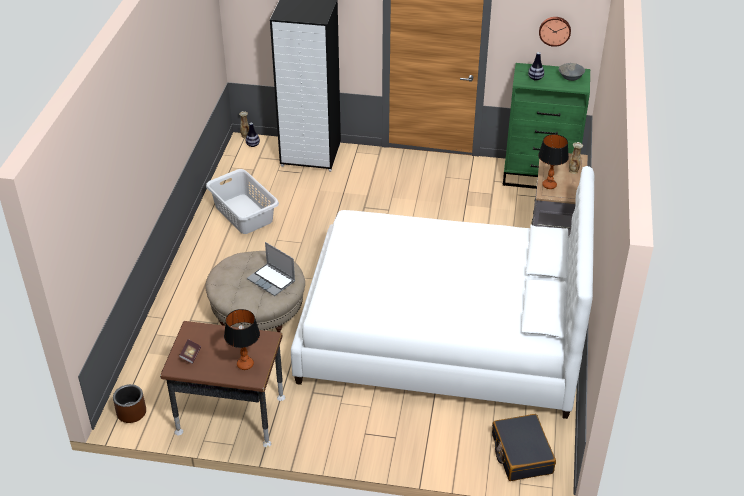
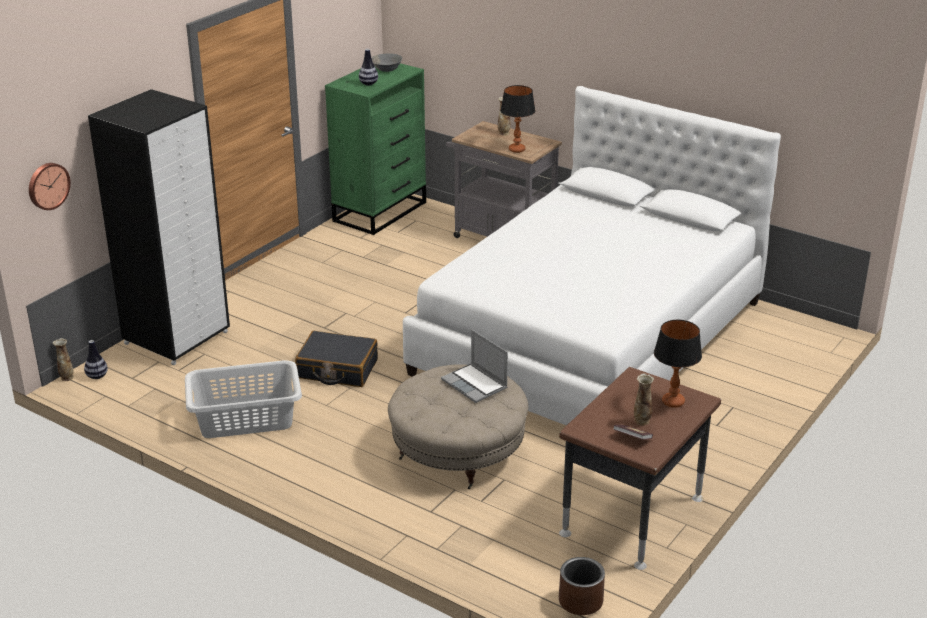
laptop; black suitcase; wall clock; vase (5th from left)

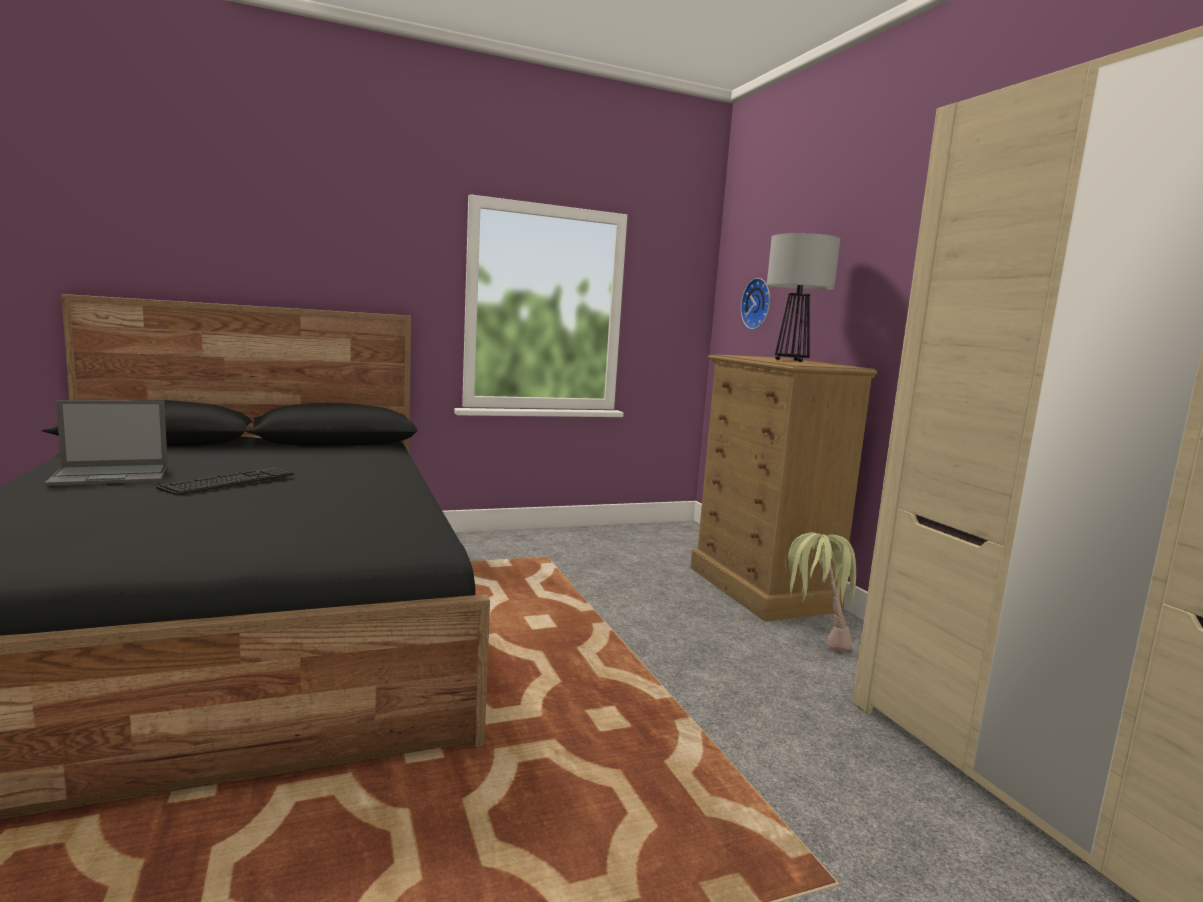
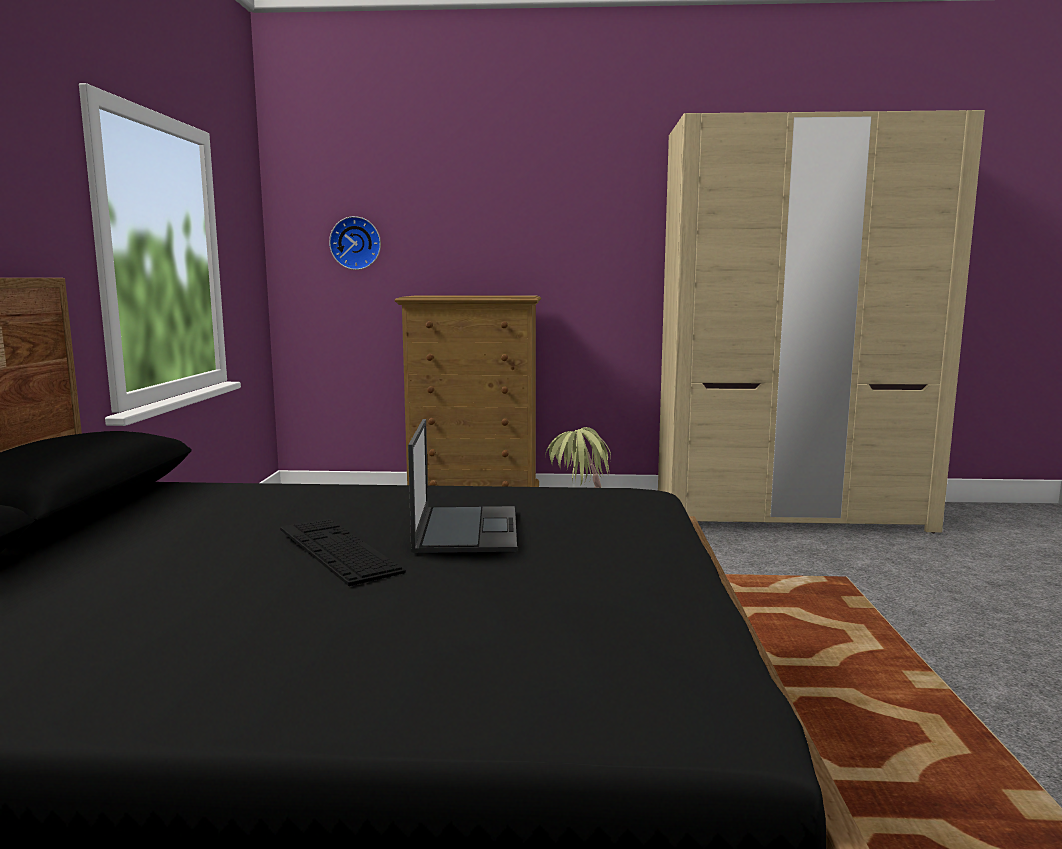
laptop; table lamp

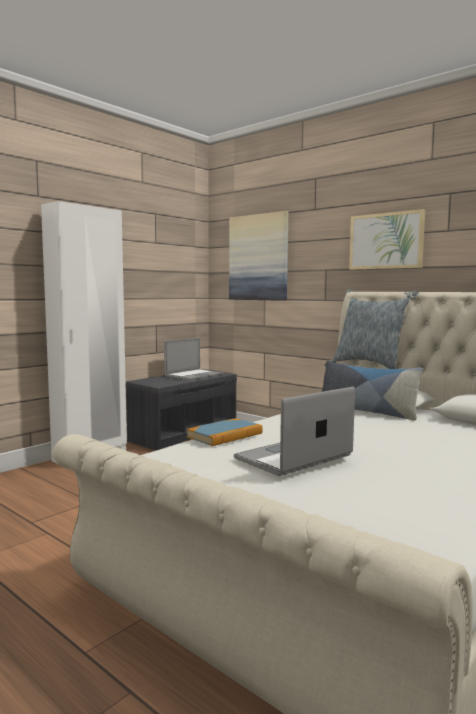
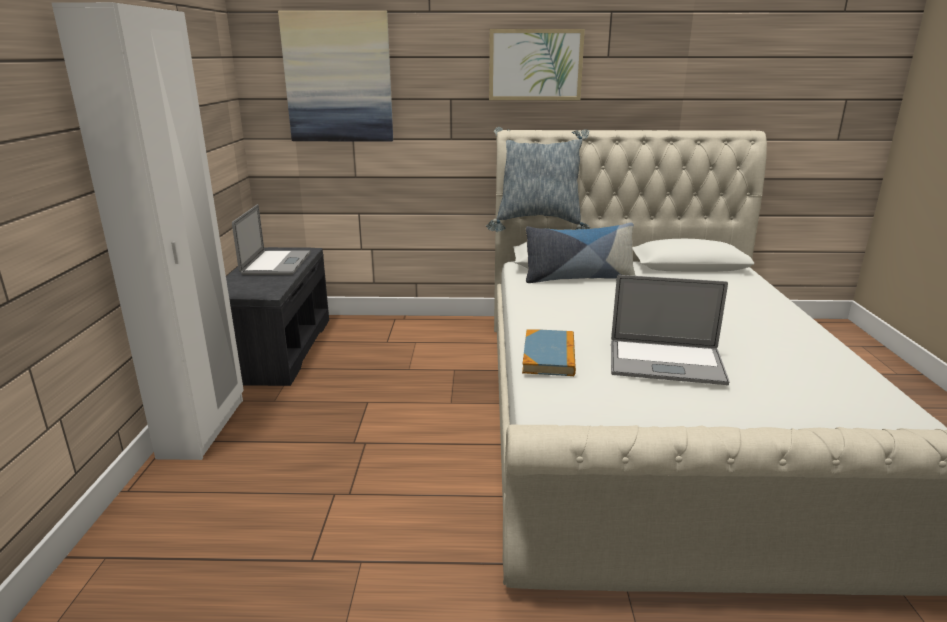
laptop (2nd from left)

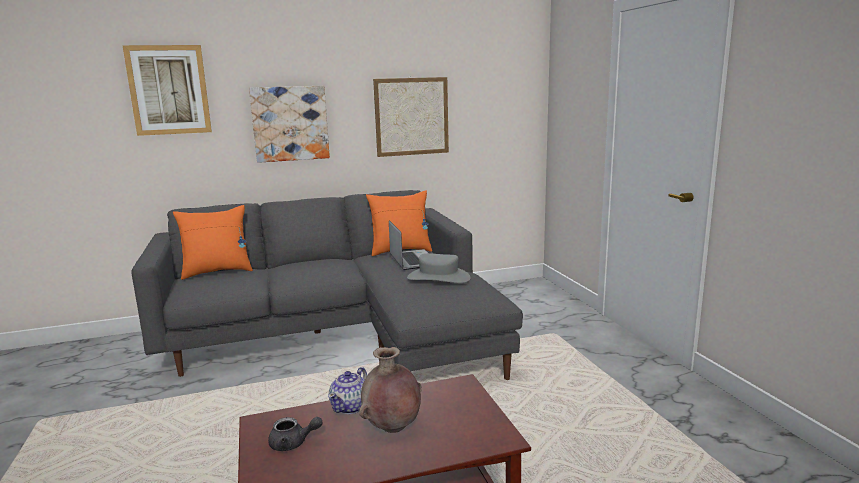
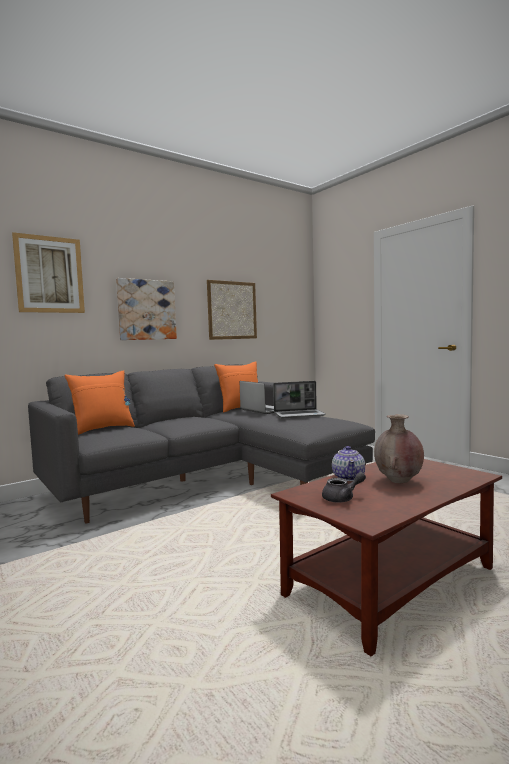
laptop (2nd from left)

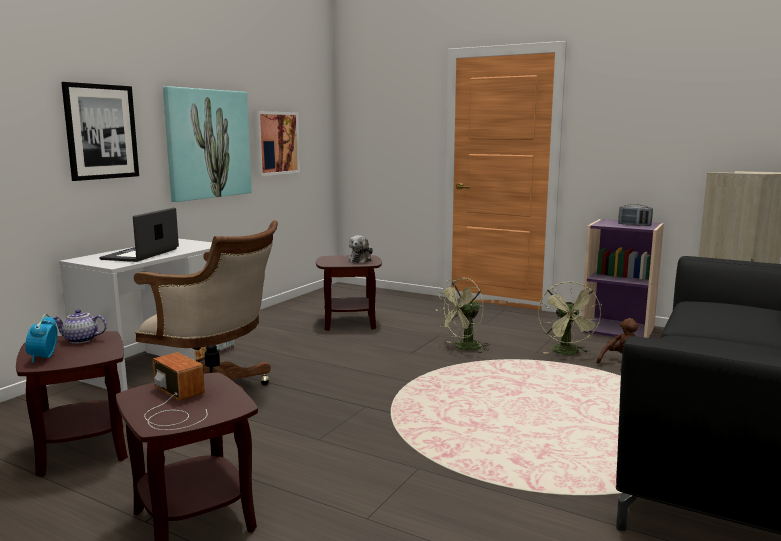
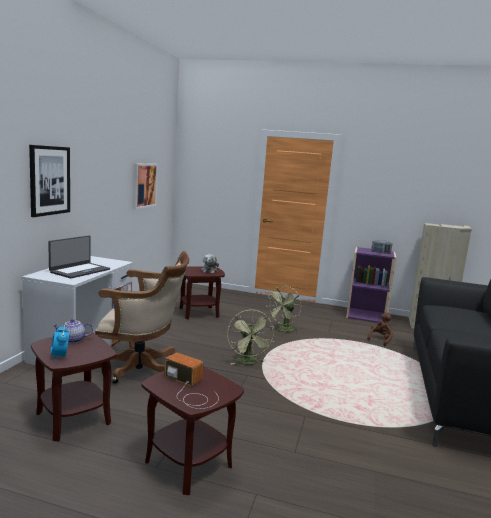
laptop; picture (2nd from left in the first image); green fan (1st from left)

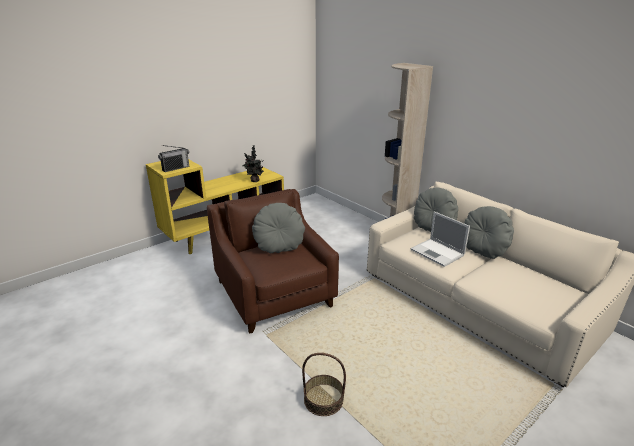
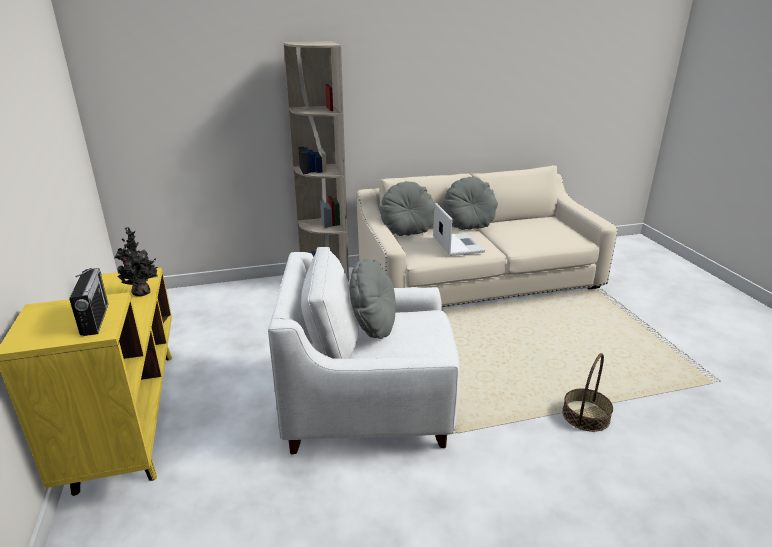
white armchair; laptop

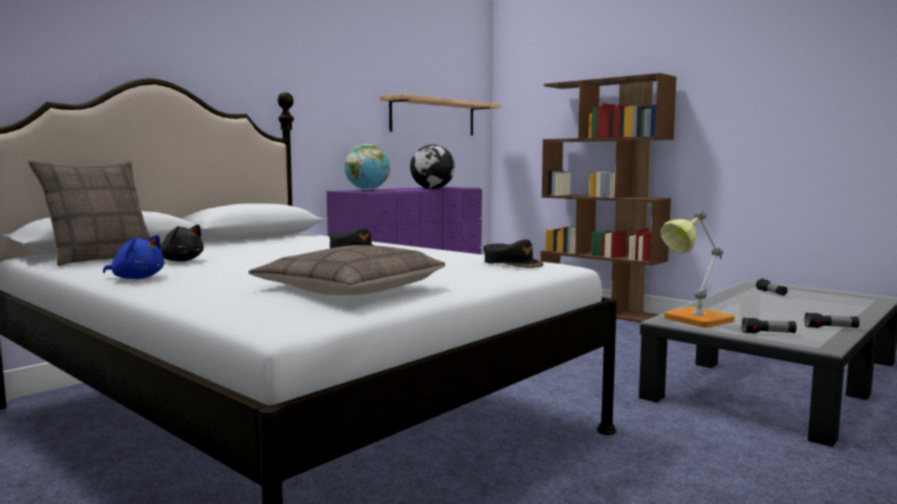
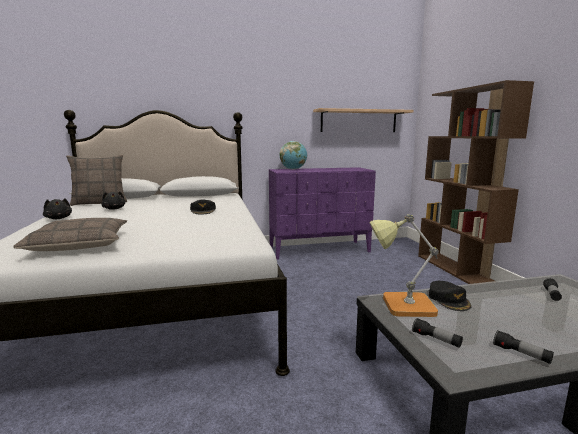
black plush toy (1st from left); globe (2nd from left in the first image); black cap (2nd from left)

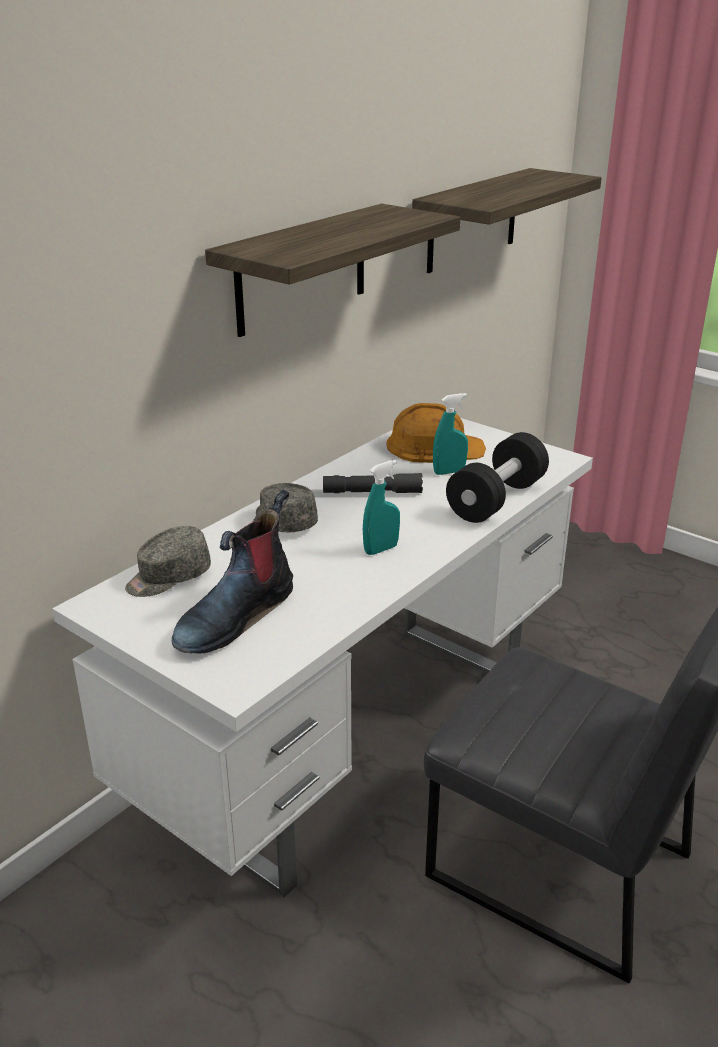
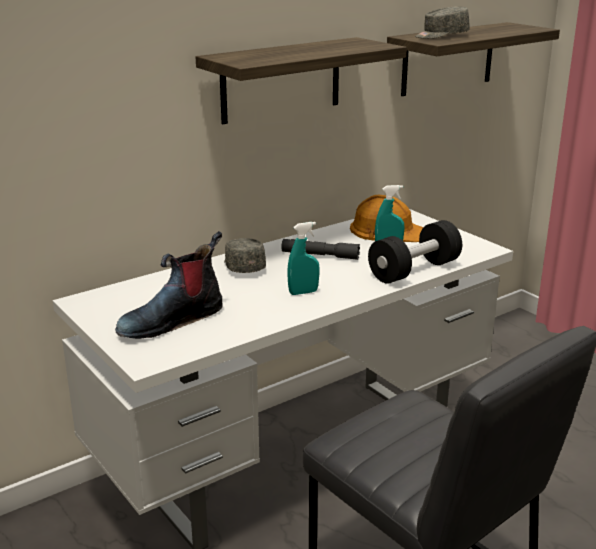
grey cap (2nd from left)

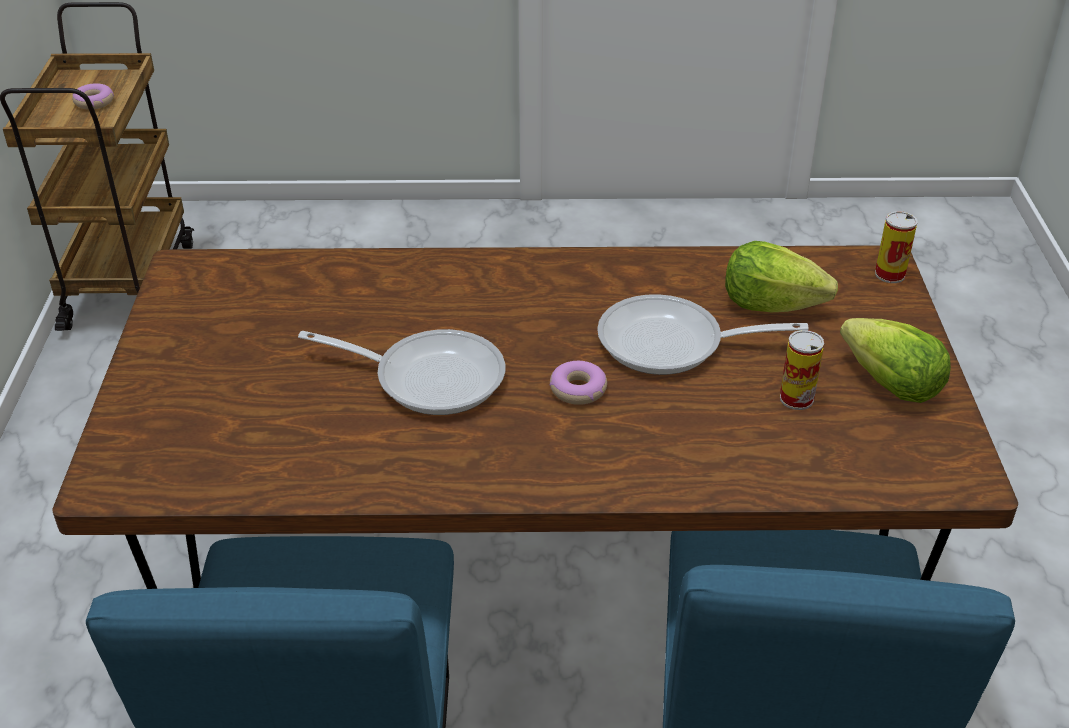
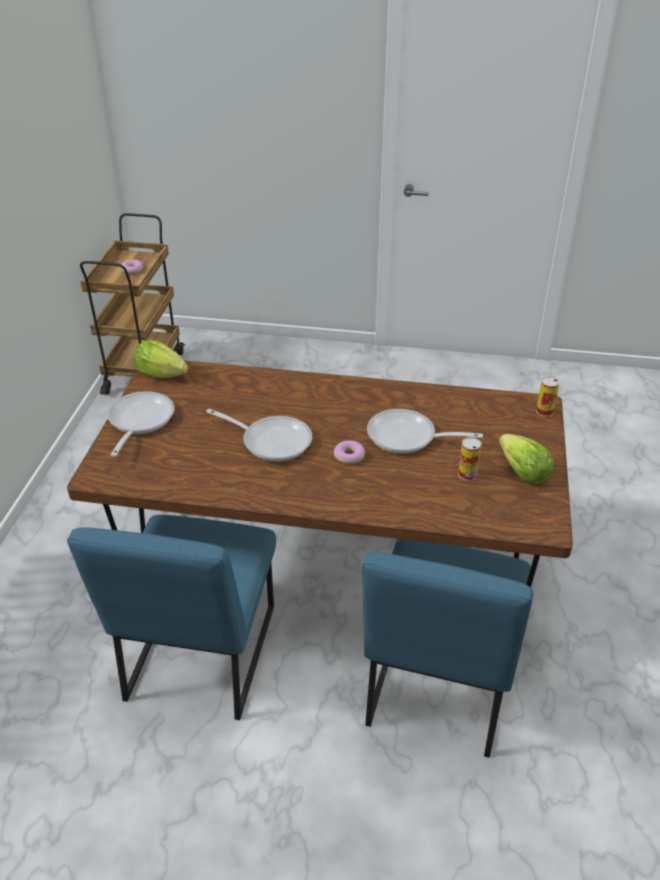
lettuce (1st from left); frying pan (1st from left)

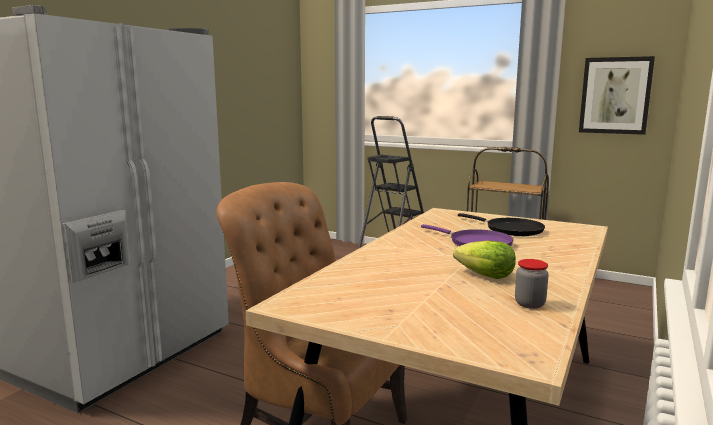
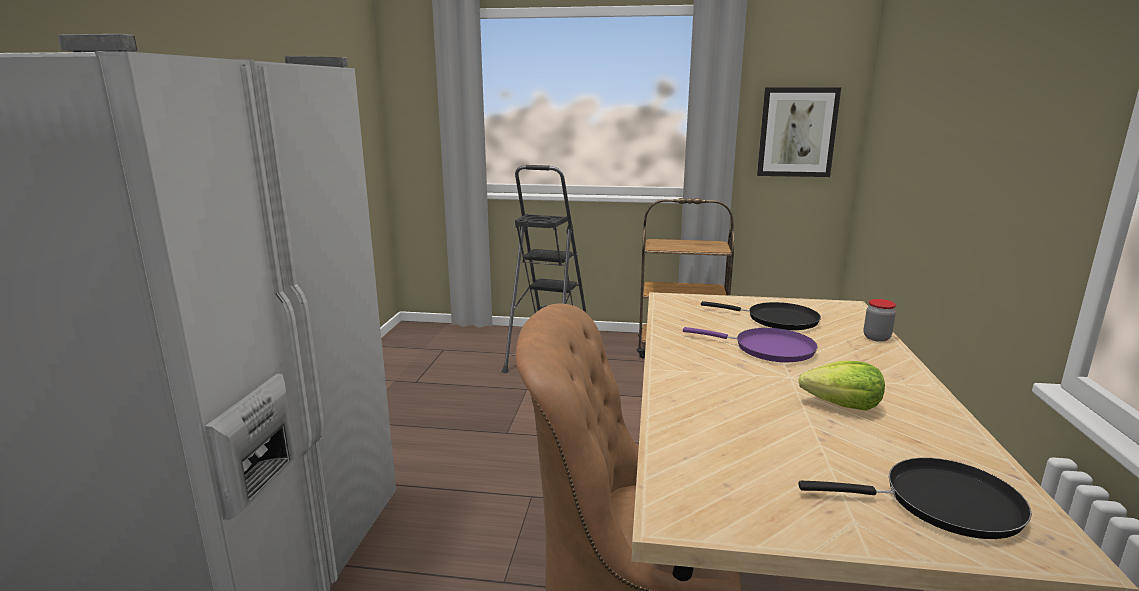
jar; black frying pan (2nd from left)

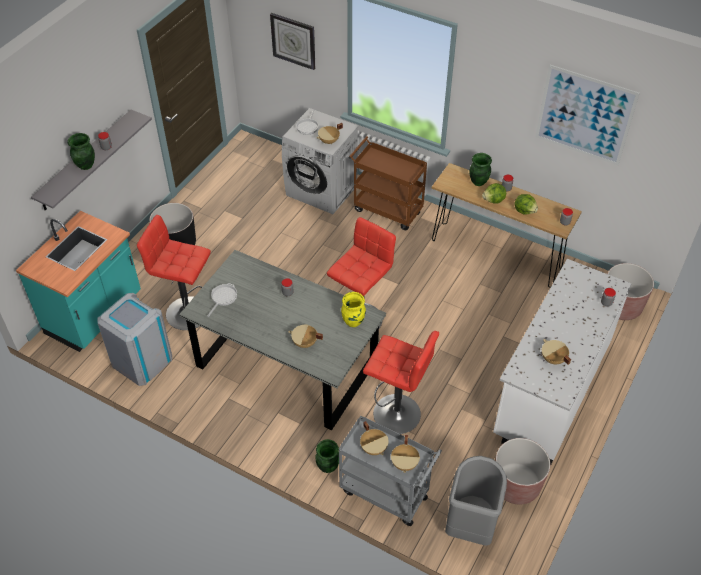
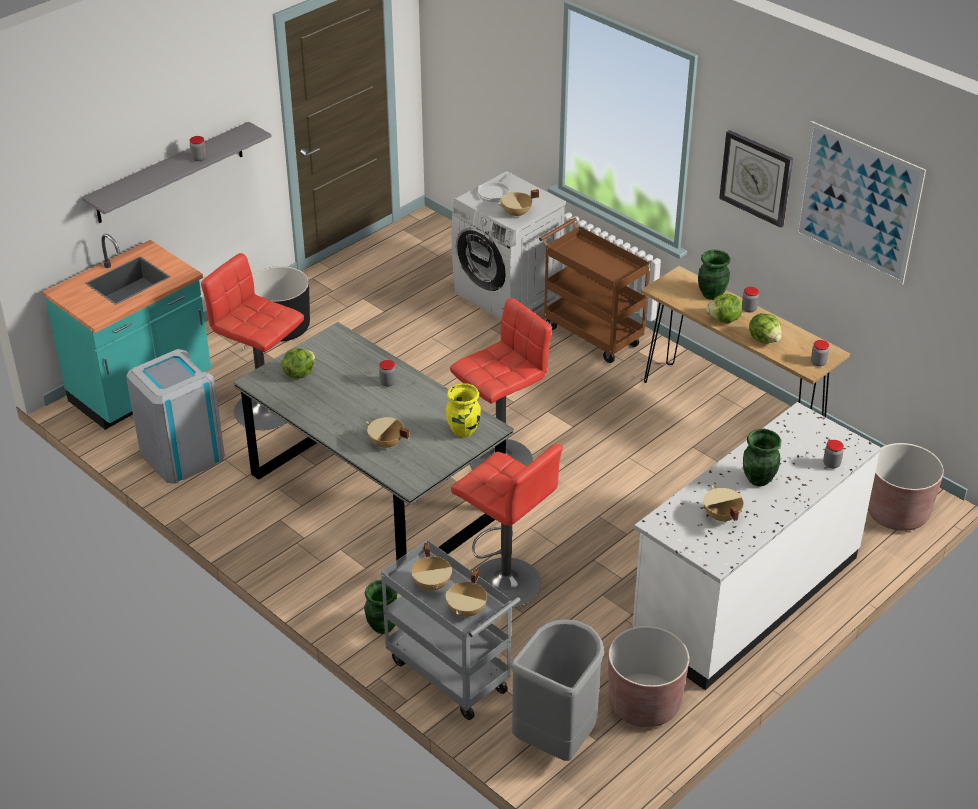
green vase (3rd from left); lettuce (1st from left); wall clock

